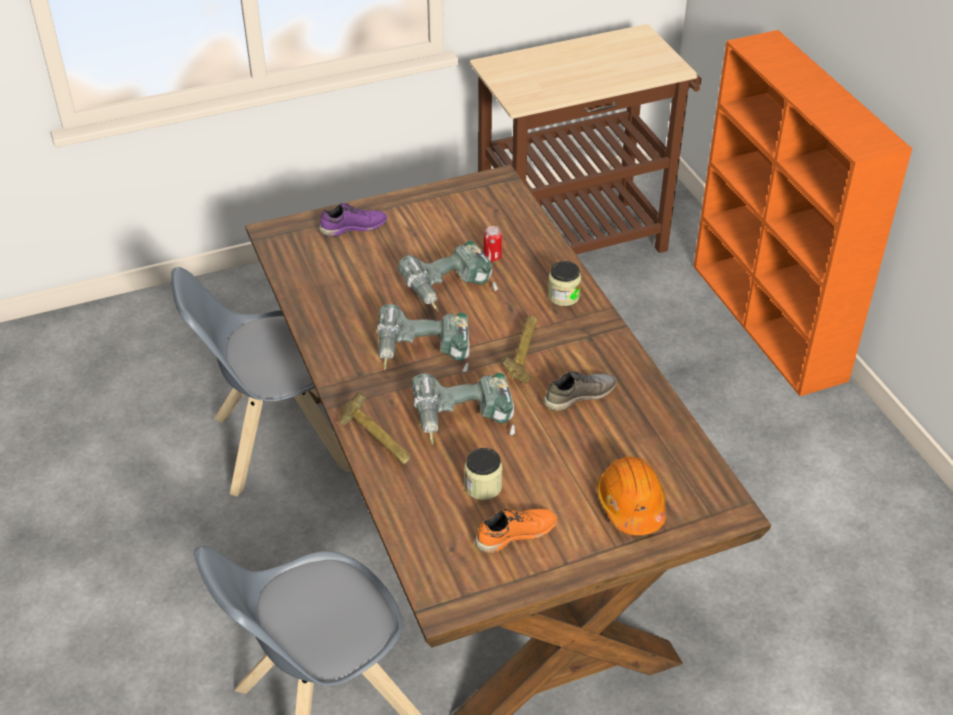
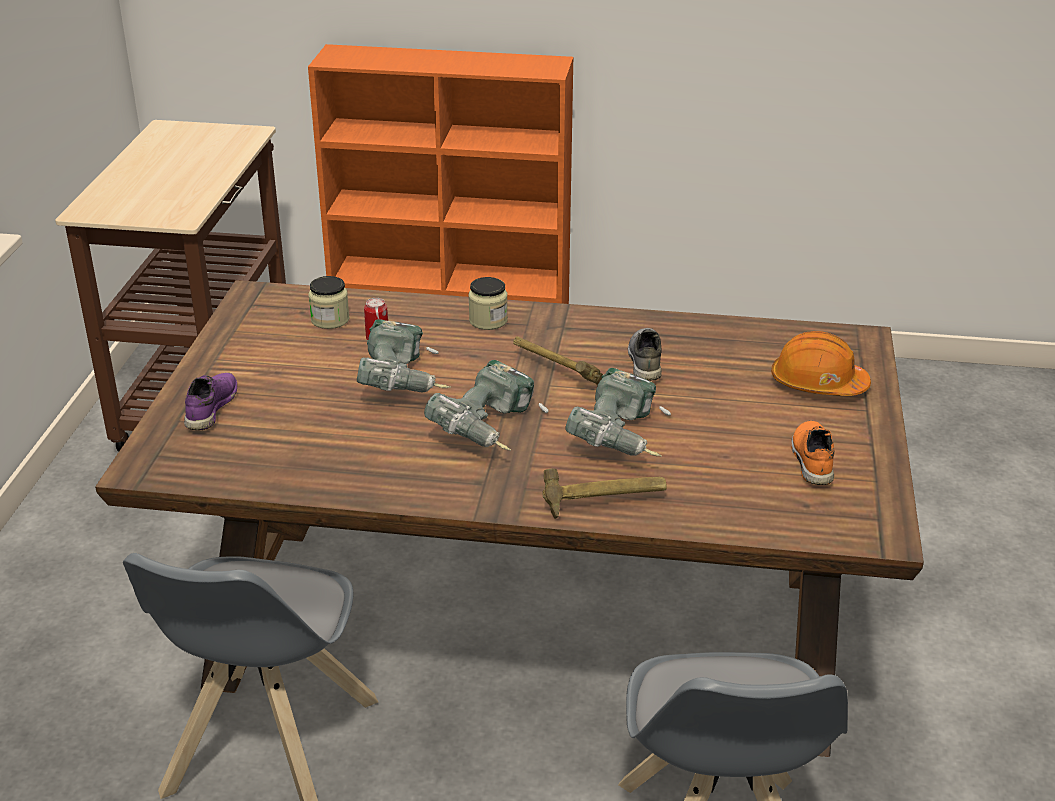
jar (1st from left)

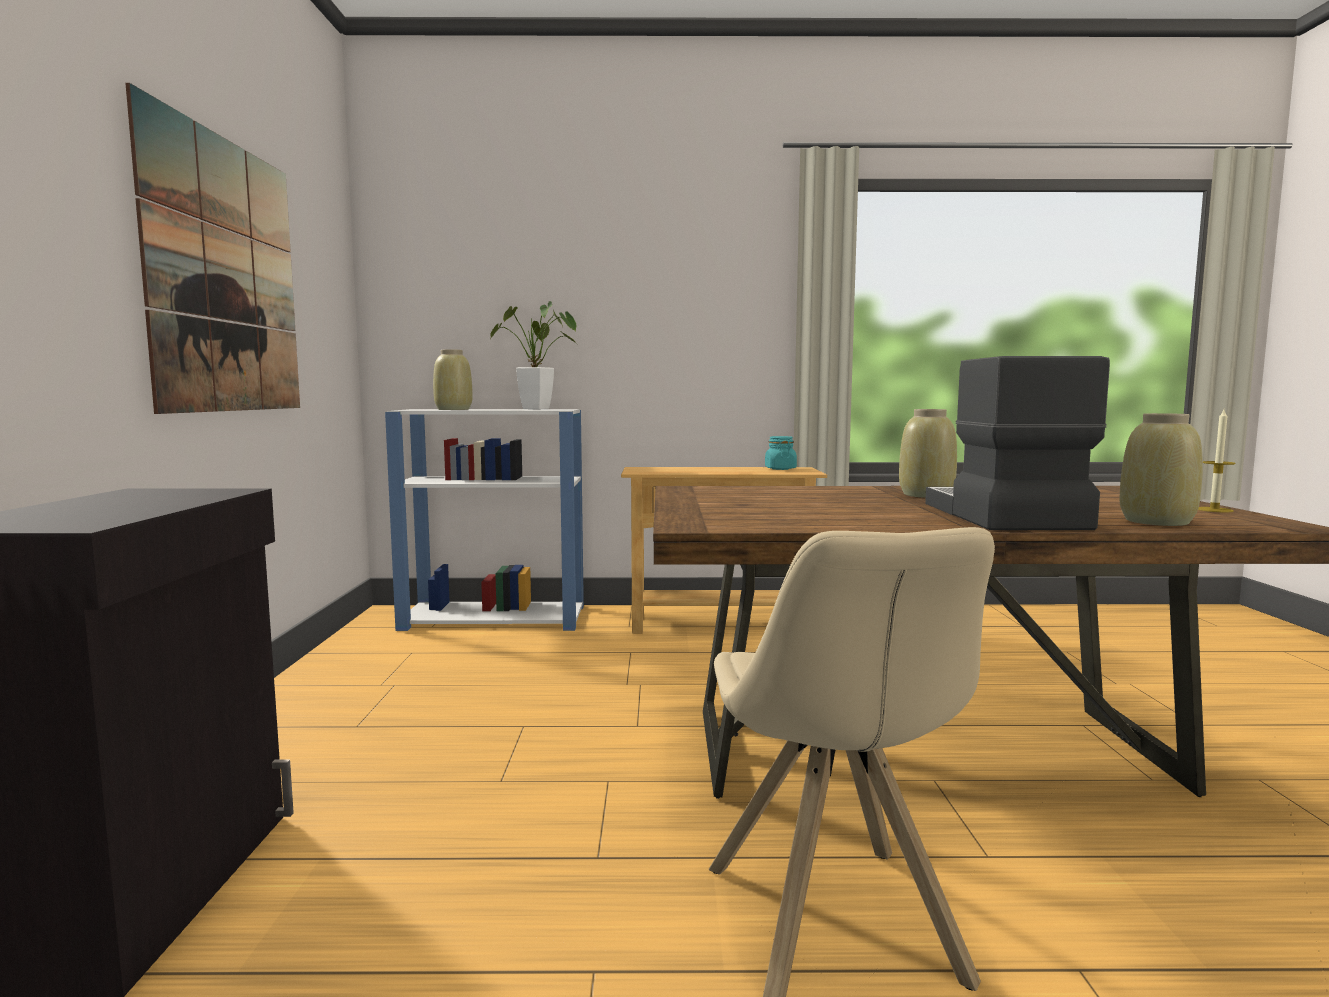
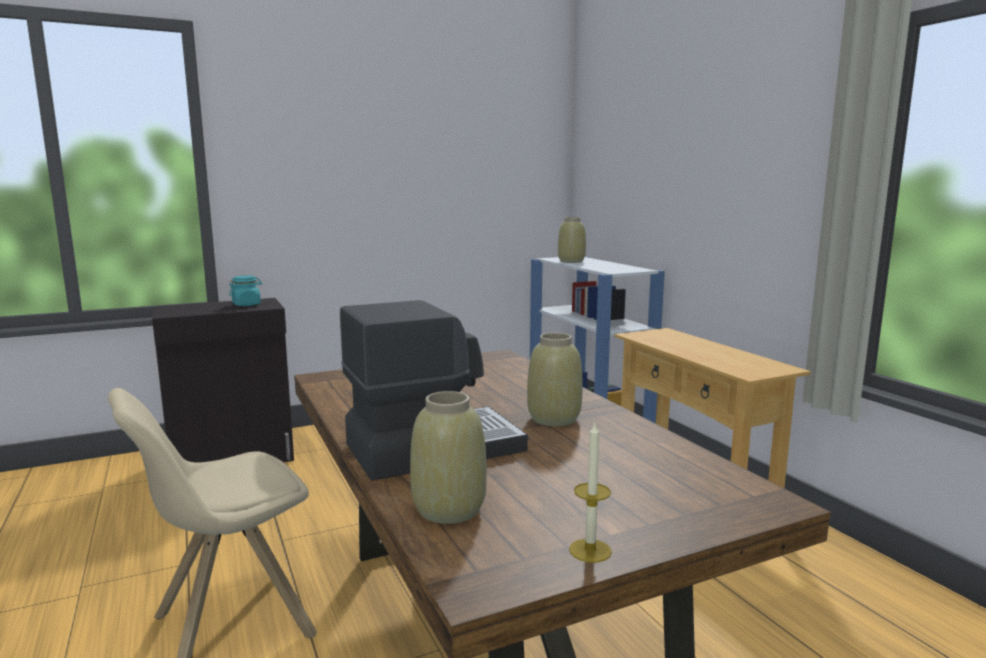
picture; potted plant; turquoise jar

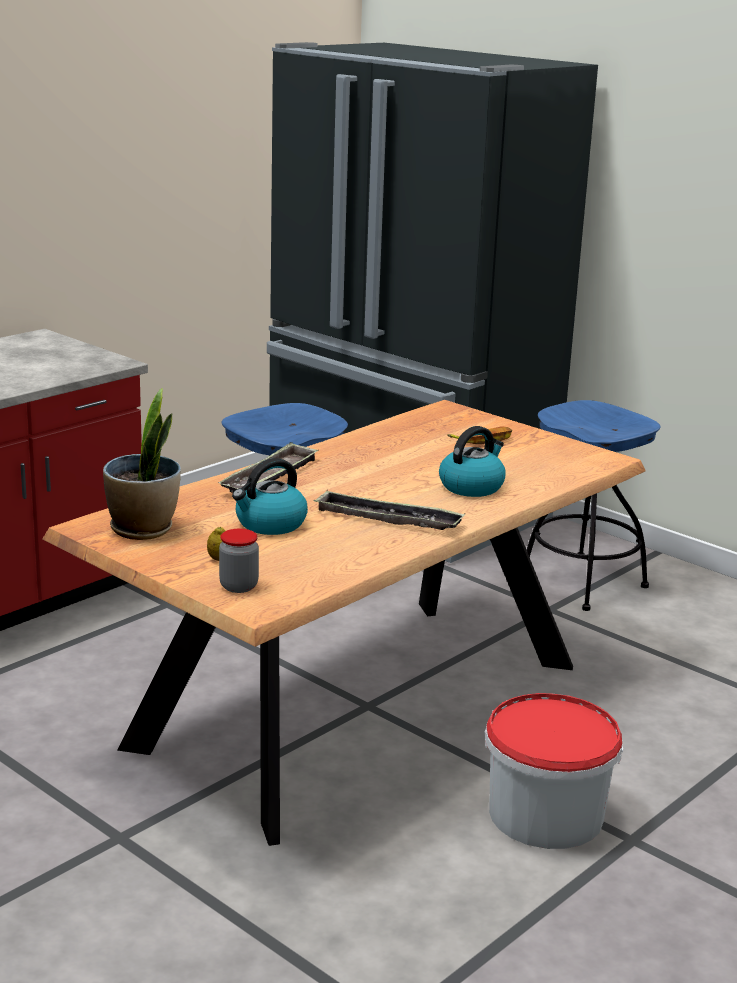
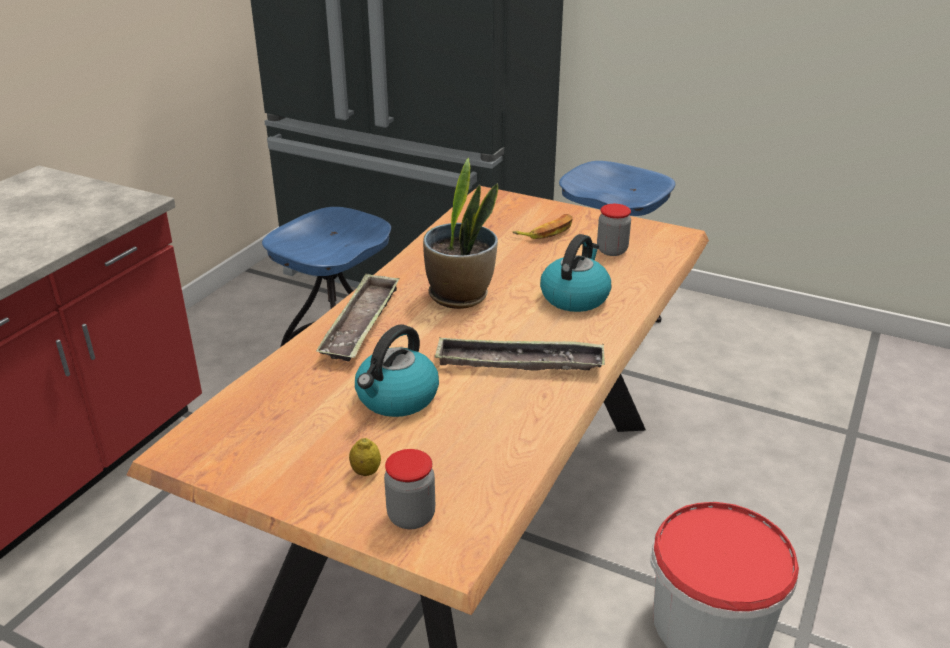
potted plant; jar (2nd from left)

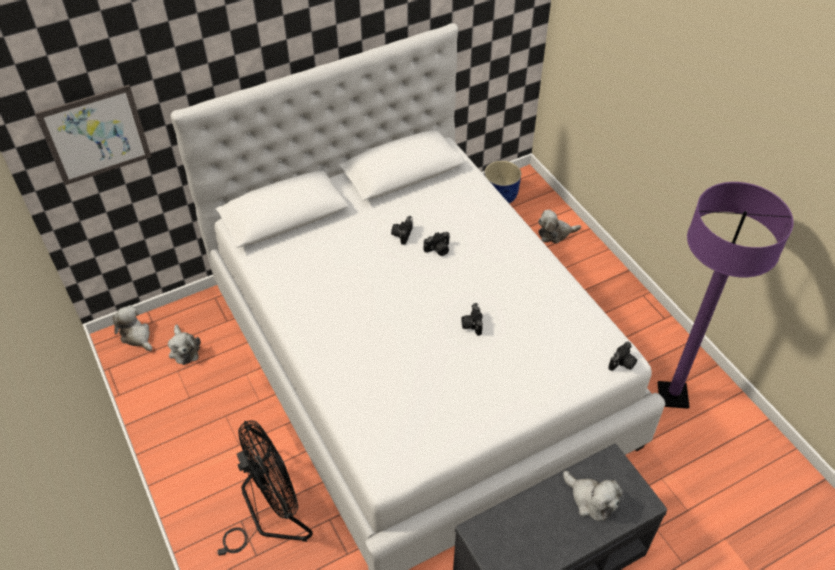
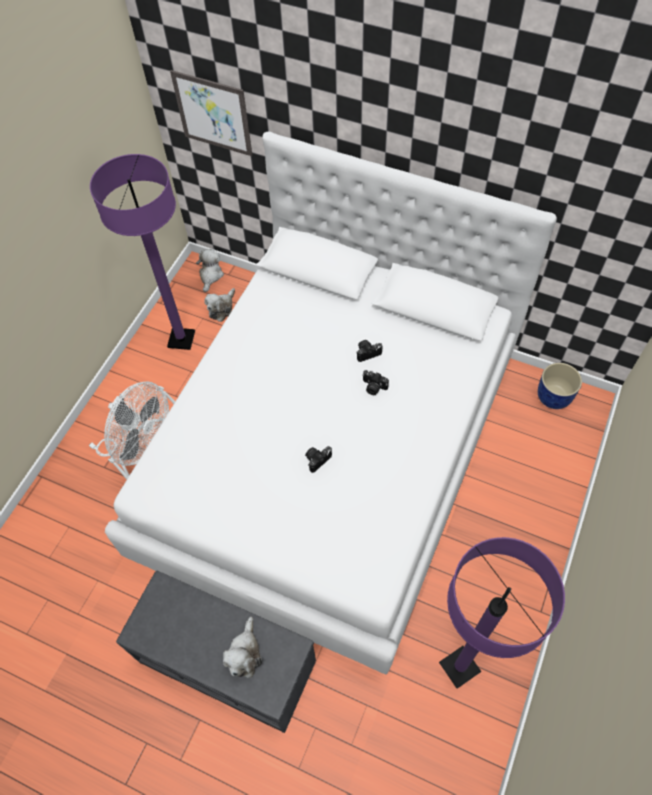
white fan; plush toy (3rd from left in the first image); photo camera (4th from left in the first image); purple floor lamp (1st from left)

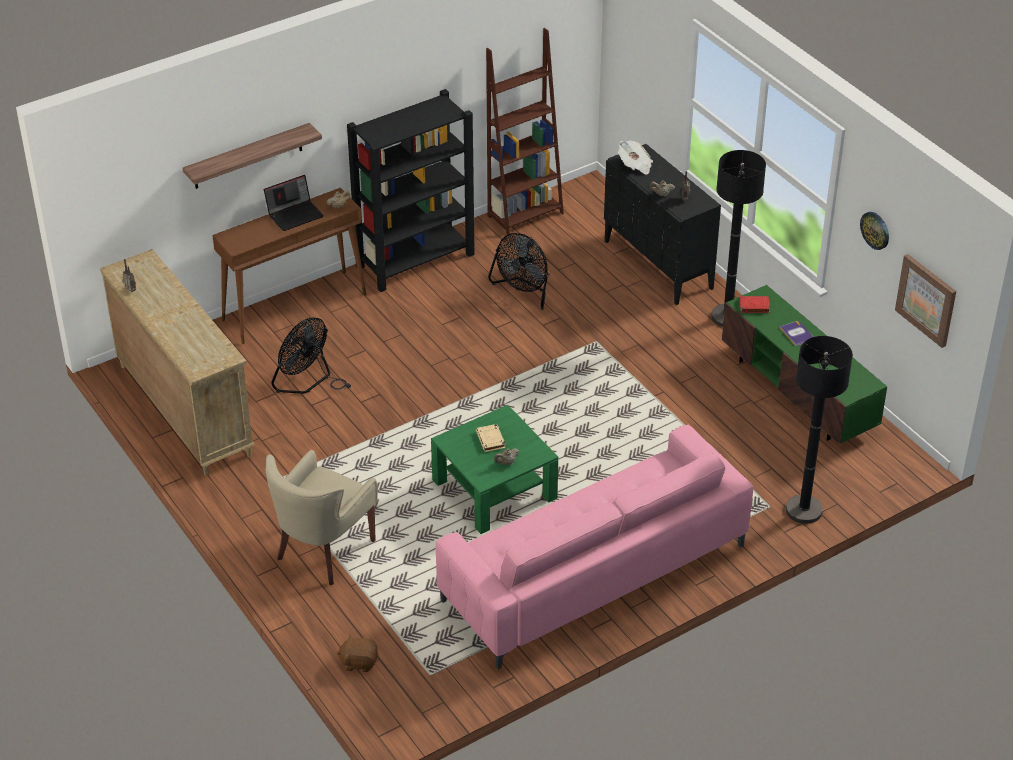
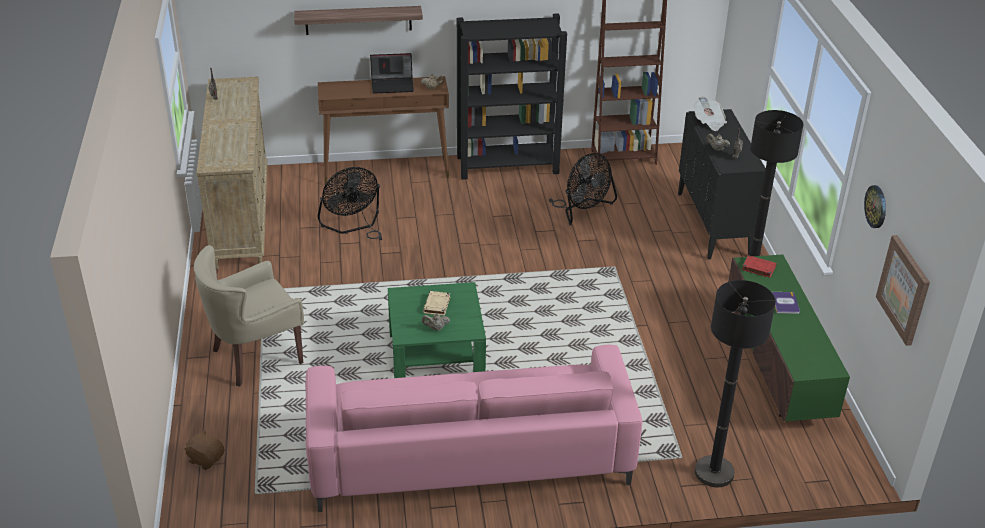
black fan (2nd from left)

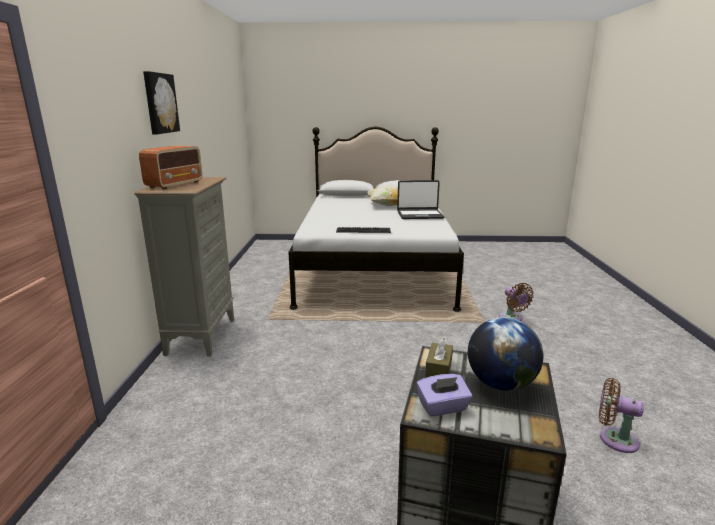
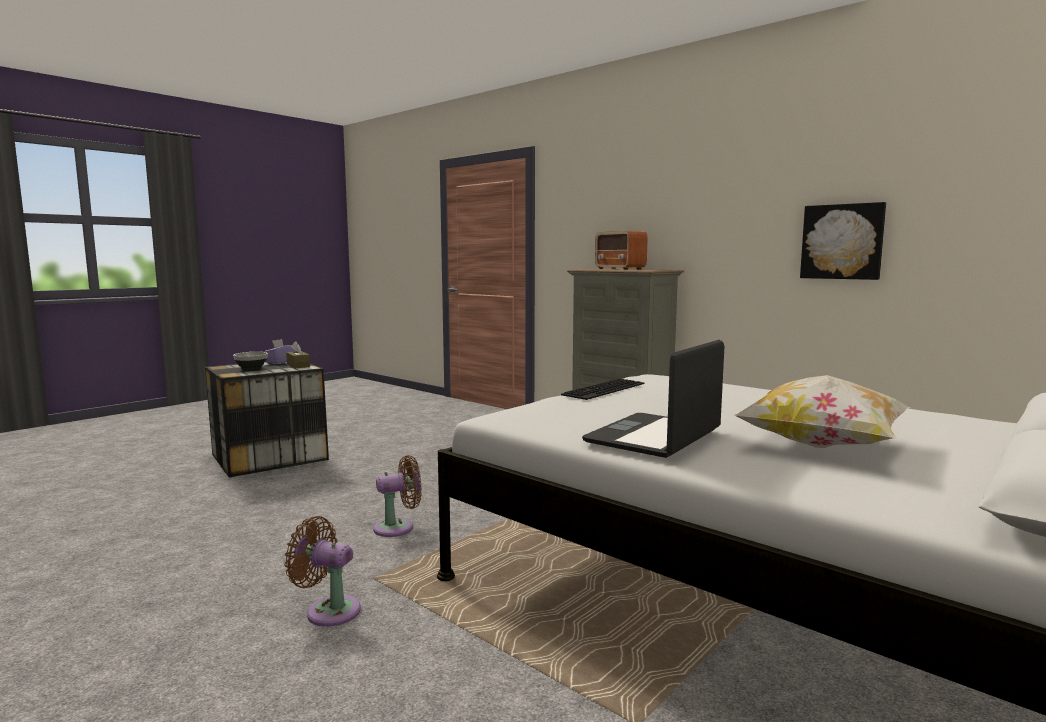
picture; bowl; brown fan (2nd from left)

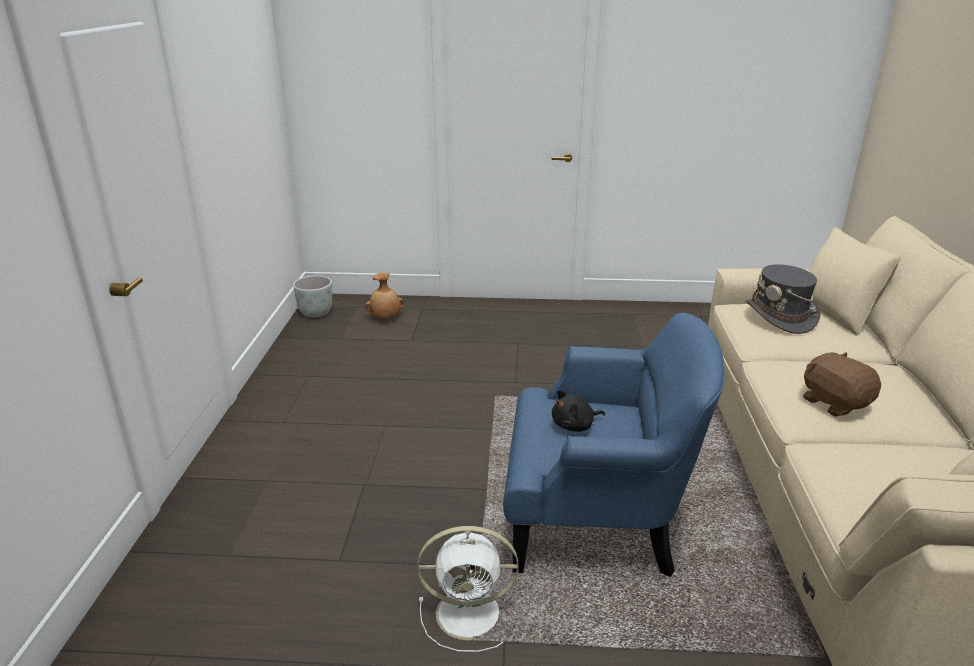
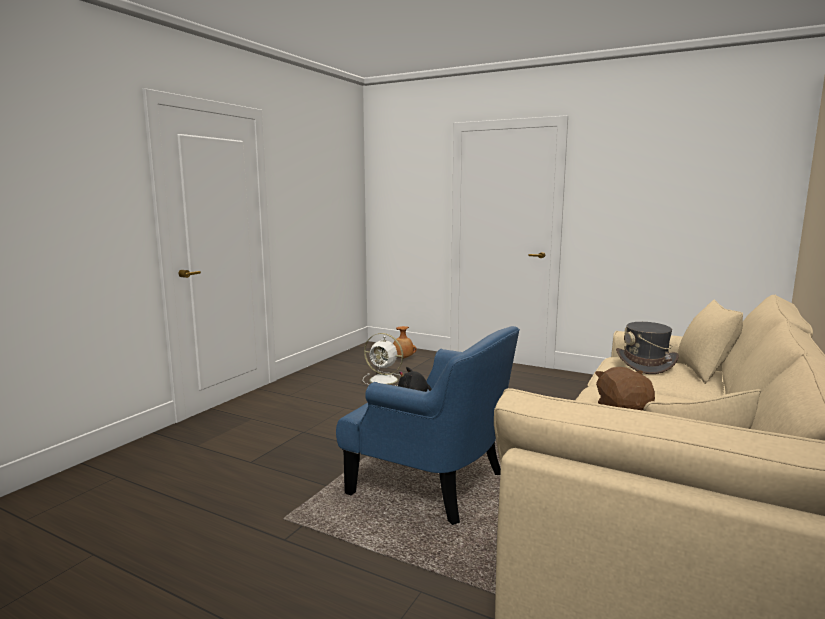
grey planter; white fan

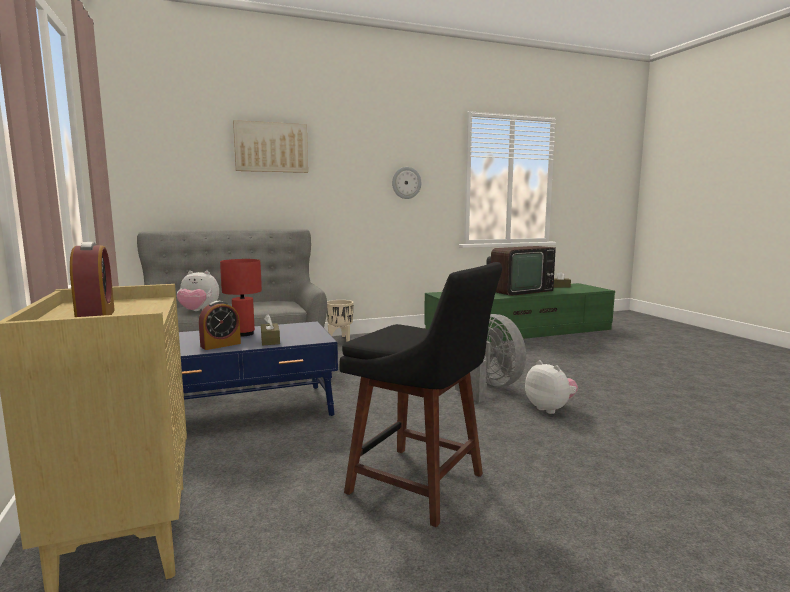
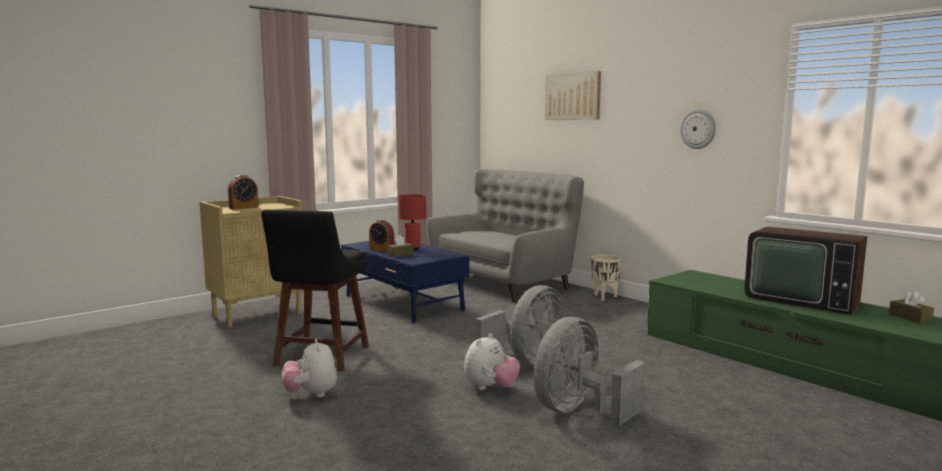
plush toy (1st from left); grey fan (2nd from left)

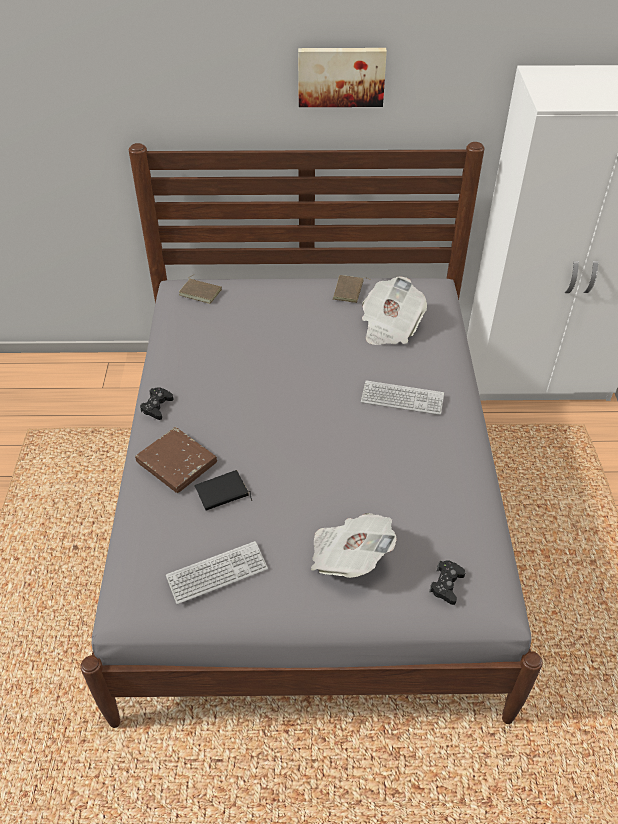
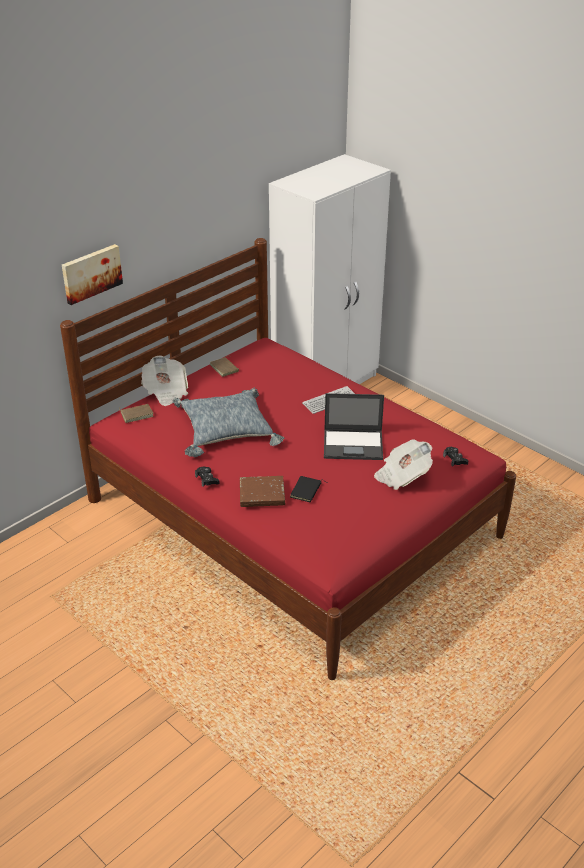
red bed; keyboard (1st from left in the first image); picture; newspaper (1st from left); pillow; laptop

